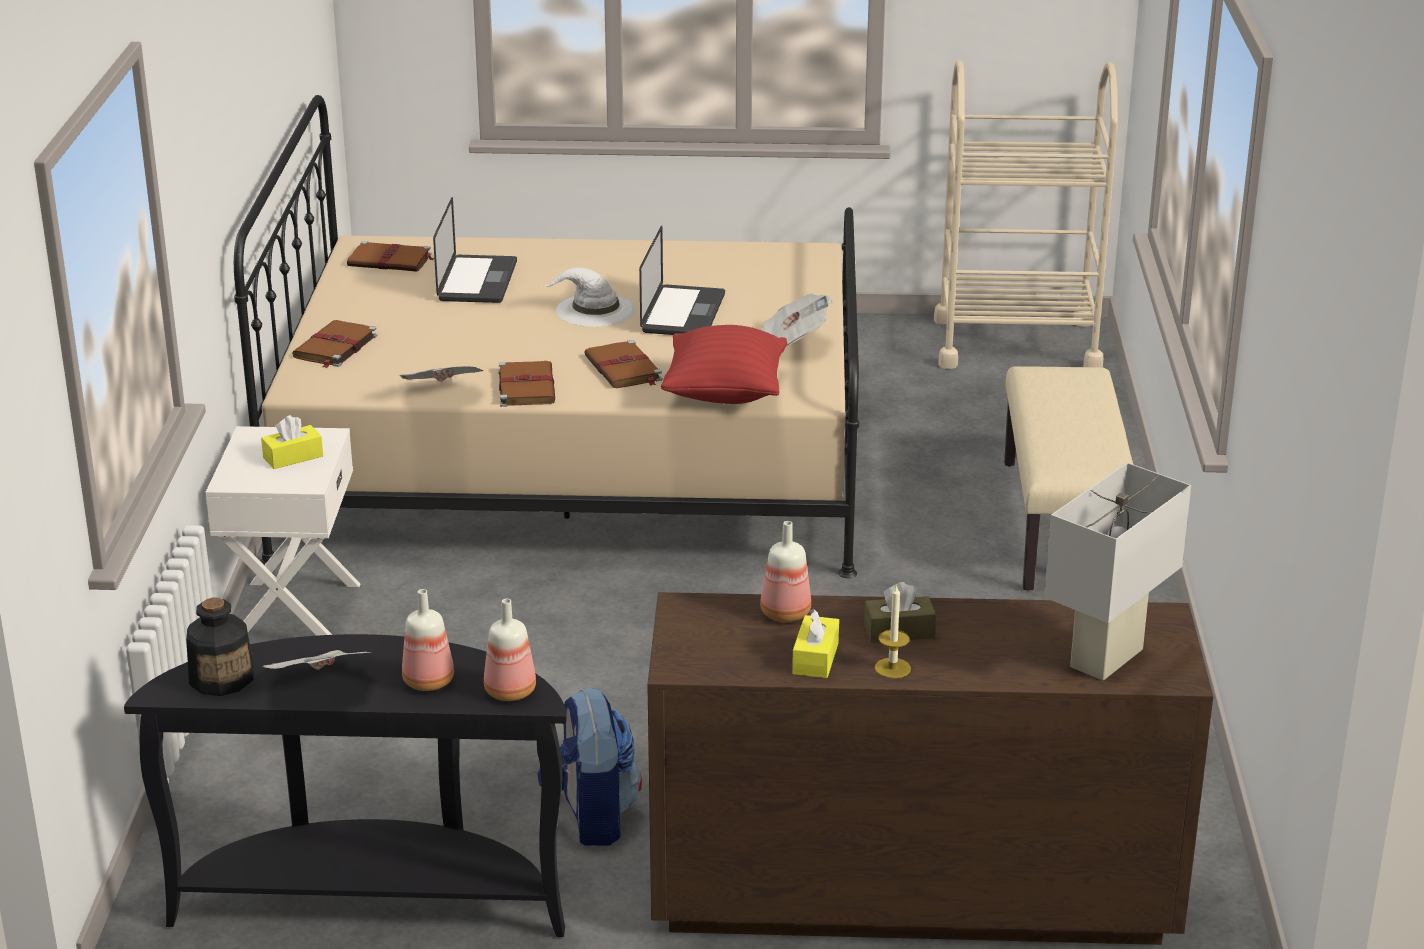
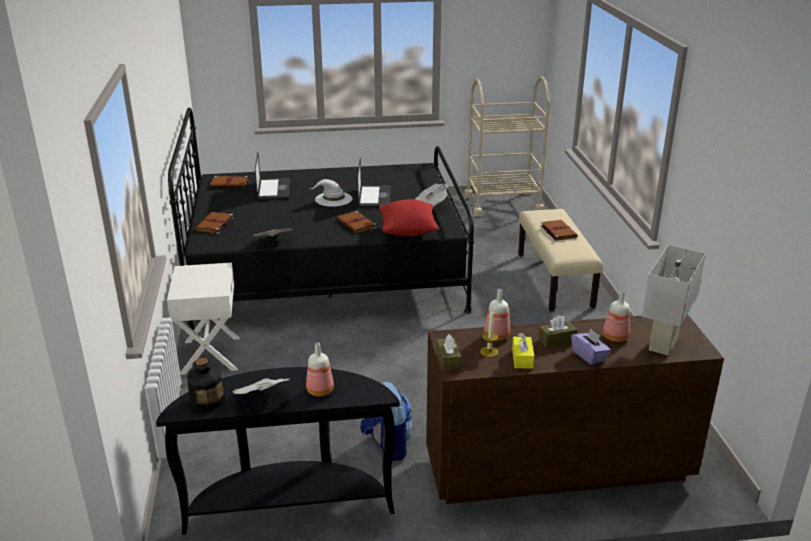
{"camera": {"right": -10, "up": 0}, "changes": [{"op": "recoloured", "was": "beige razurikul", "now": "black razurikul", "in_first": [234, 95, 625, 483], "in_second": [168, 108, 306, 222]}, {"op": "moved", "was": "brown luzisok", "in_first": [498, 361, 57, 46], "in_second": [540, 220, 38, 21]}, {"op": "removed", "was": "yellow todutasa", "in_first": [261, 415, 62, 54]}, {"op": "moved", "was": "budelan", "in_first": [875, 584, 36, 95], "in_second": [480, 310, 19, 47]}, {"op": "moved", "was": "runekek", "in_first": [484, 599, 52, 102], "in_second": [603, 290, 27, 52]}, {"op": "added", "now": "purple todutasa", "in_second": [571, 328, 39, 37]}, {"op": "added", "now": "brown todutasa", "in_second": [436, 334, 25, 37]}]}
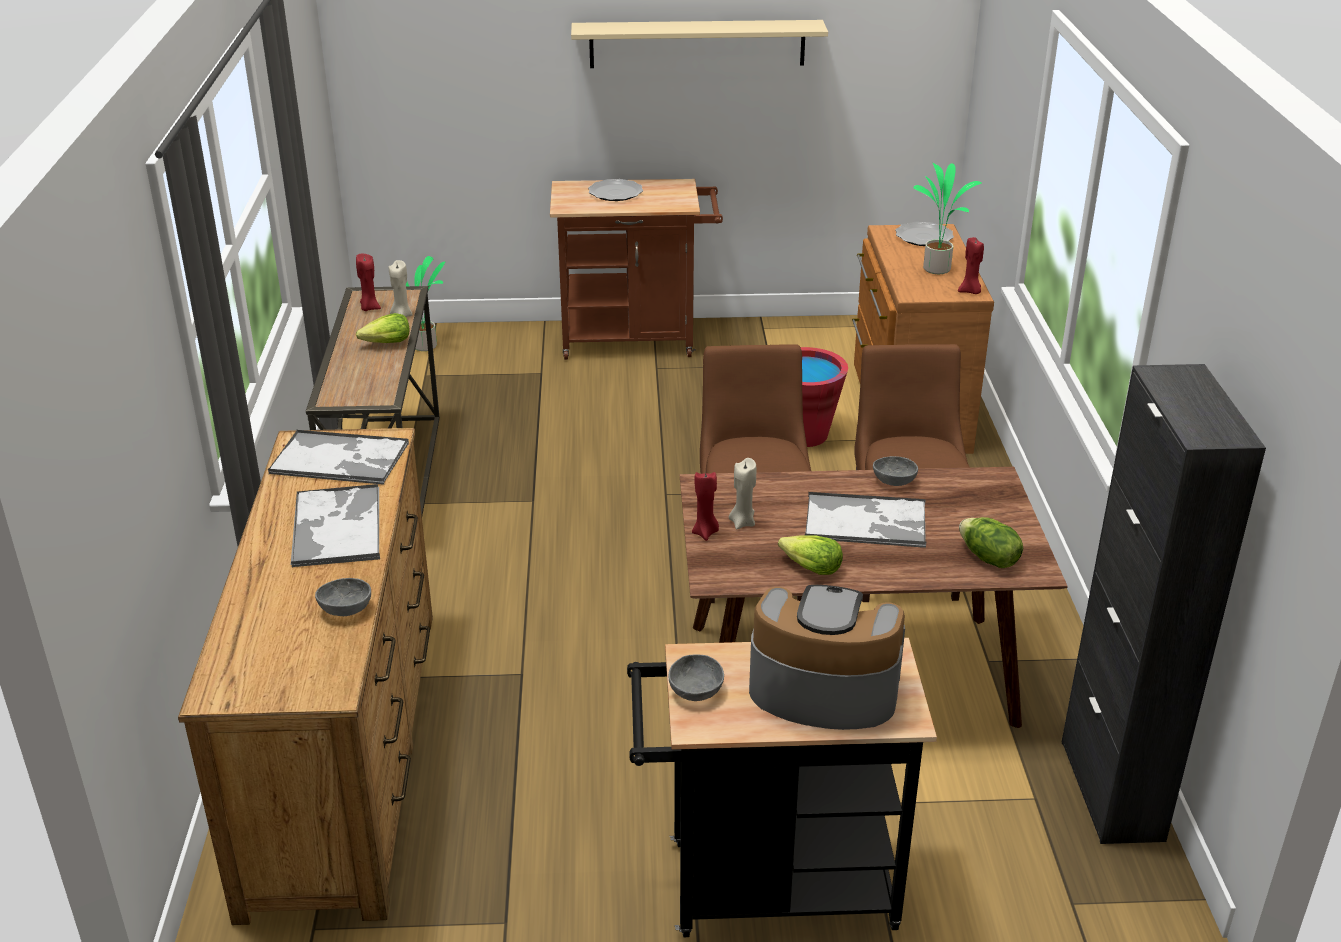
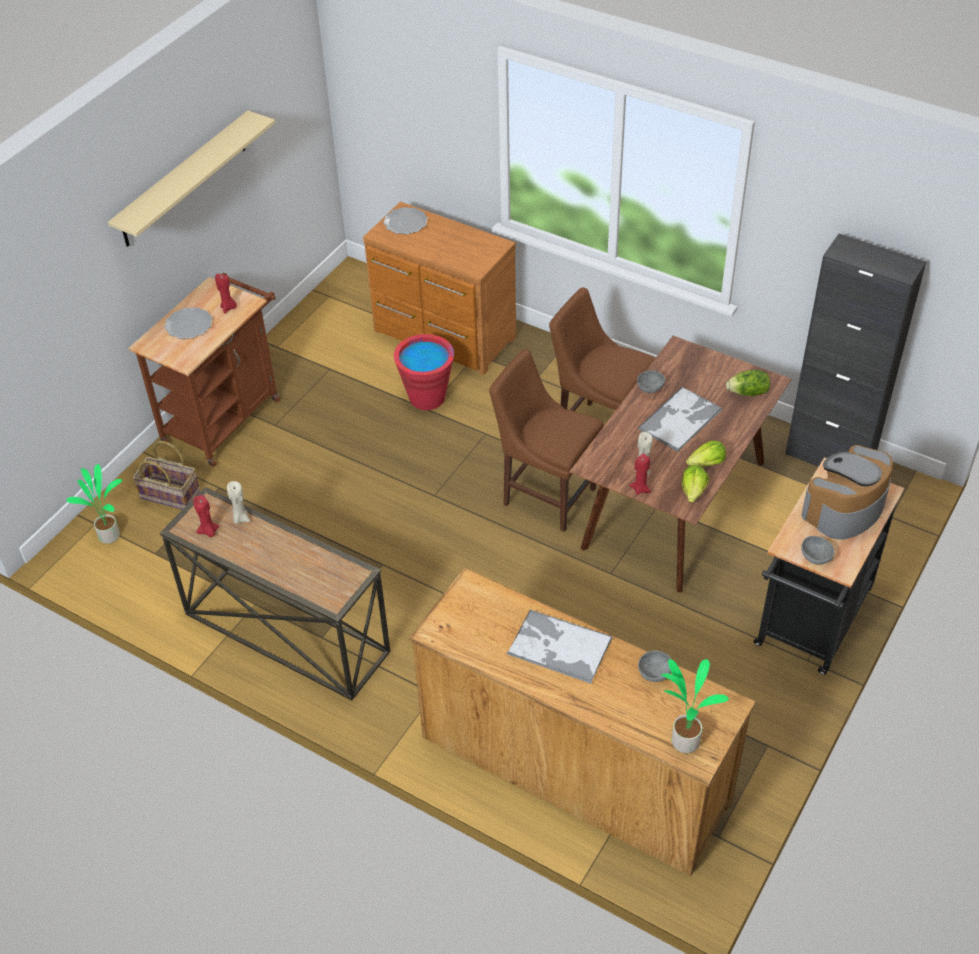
{"camera": {"right": -55, "up": 15}, "changes": [{"op": "moved", "was": "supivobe", "in_first": [913, 163, 69, 111], "in_second": [661, 659, 68, 94]}, {"op": "moved", "was": "red budelan", "in_first": [958, 237, 26, 57], "in_second": [215, 274, 22, 40]}, {"op": "moved", "was": "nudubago", "in_first": [356, 313, 54, 30], "in_second": [682, 465, 27, 37]}, {"op": "removed", "was": "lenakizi", "in_first": [268, 429, 141, 56]}, {"op": "added", "now": "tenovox", "in_second": [133, 441, 67, 68]}]}
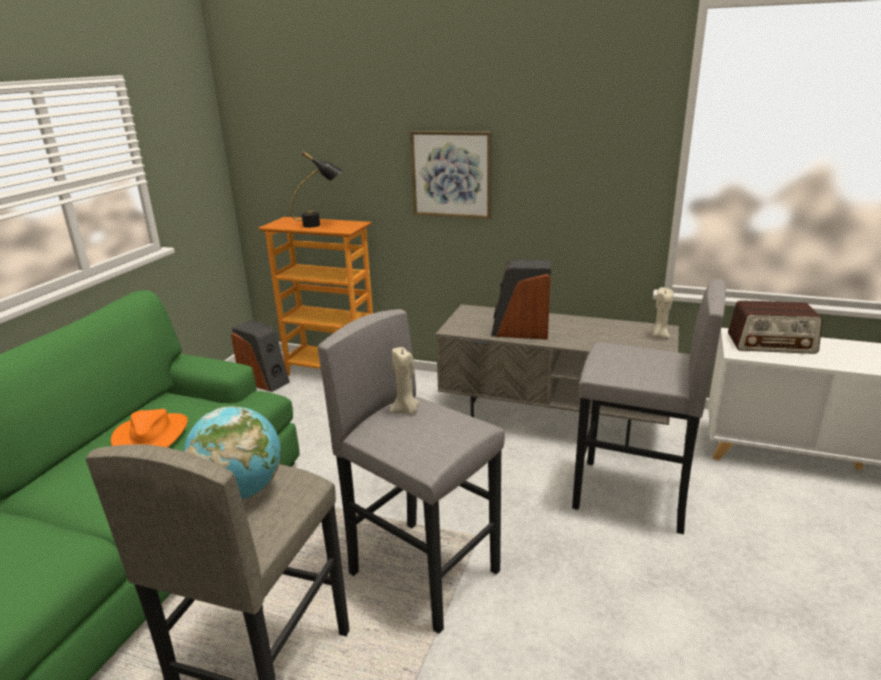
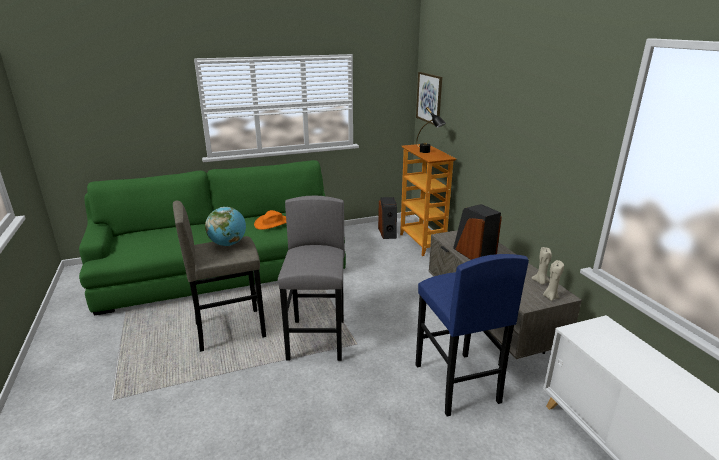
{"camera": {"right": 50, "up": 0}, "changes": [{"op": "moved", "was": "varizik", "in_first": [410, 131, 82, 88], "in_second": [416, 72, 26, 53]}, {"op": "recoloured", "was": "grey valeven", "now": "blue valeven", "in_first": [572, 278, 154, 256], "in_second": [416, 254, 113, 163]}, {"op": "removed", "was": "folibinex", "in_first": [728, 300, 94, 54]}, {"op": "moved", "was": "beige budelan", "in_first": [390, 347, 30, 67], "in_second": [531, 247, 21, 38]}]}
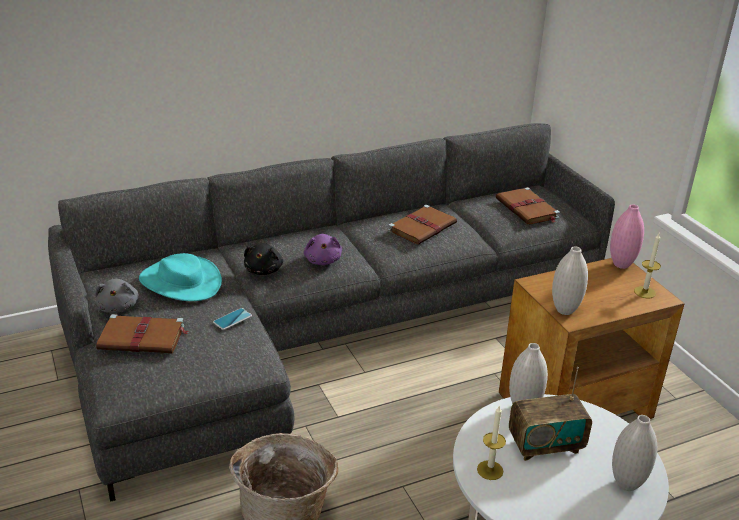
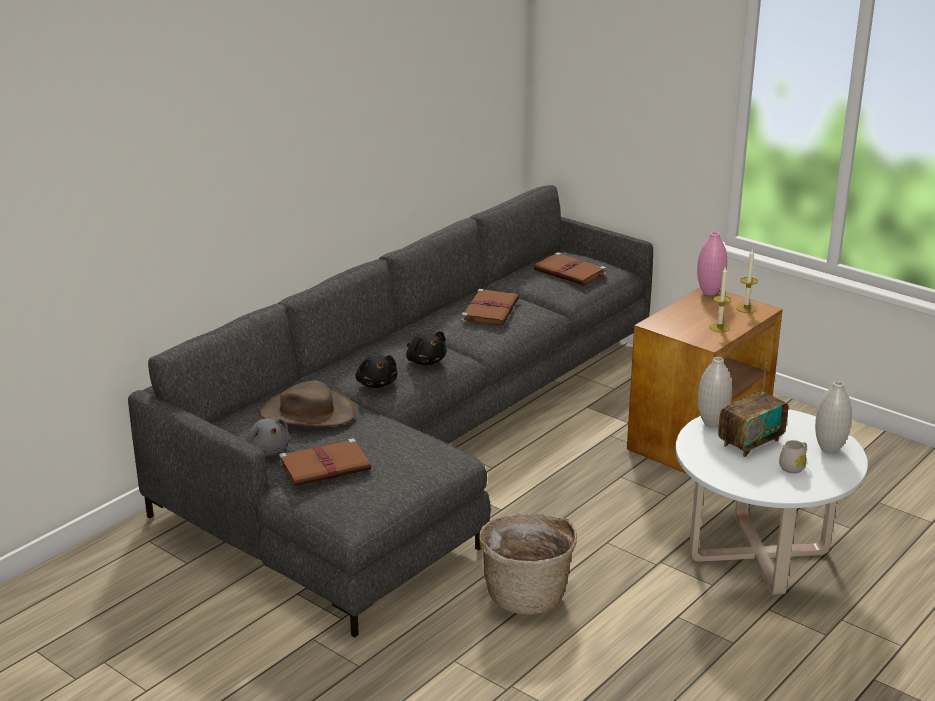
{"camera": {"right": -25, "up": -5}, "changes": [{"op": "recoloured", "was": "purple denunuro", "now": "black denunuro", "in_first": [304, 234, 38, 31], "in_second": [406, 332, 41, 33]}, {"op": "removed", "was": "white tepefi", "in_first": [552, 246, 36, 69]}, {"op": "recoloured", "was": "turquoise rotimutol", "now": "brown rotimutol", "in_first": [139, 253, 83, 48], "in_second": [259, 381, 97, 46]}, {"op": "removed", "was": "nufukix", "in_first": [213, 308, 39, 22]}, {"op": "moved", "was": "budelan", "in_first": [477, 405, 29, 75], "in_second": [709, 267, 22, 65]}, {"op": "added", "now": "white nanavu", "in_second": [779, 440, 28, 34]}]}
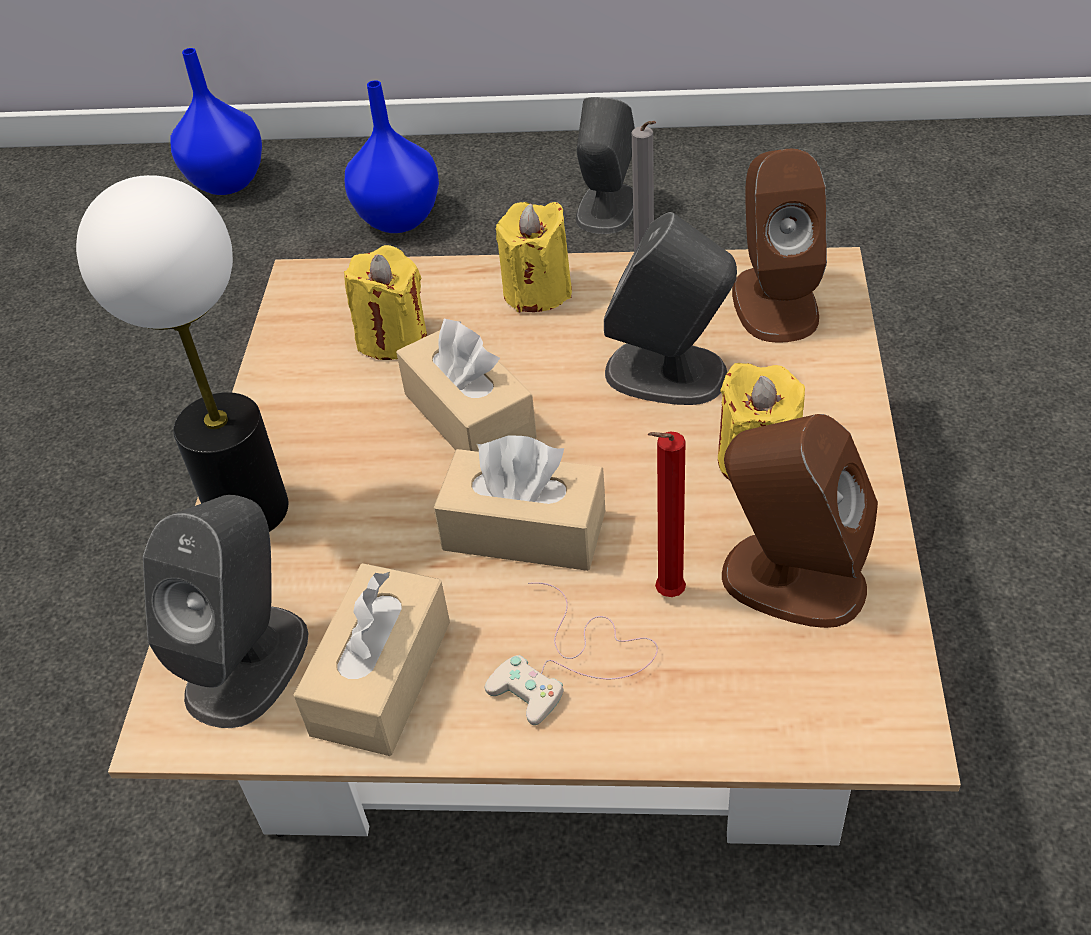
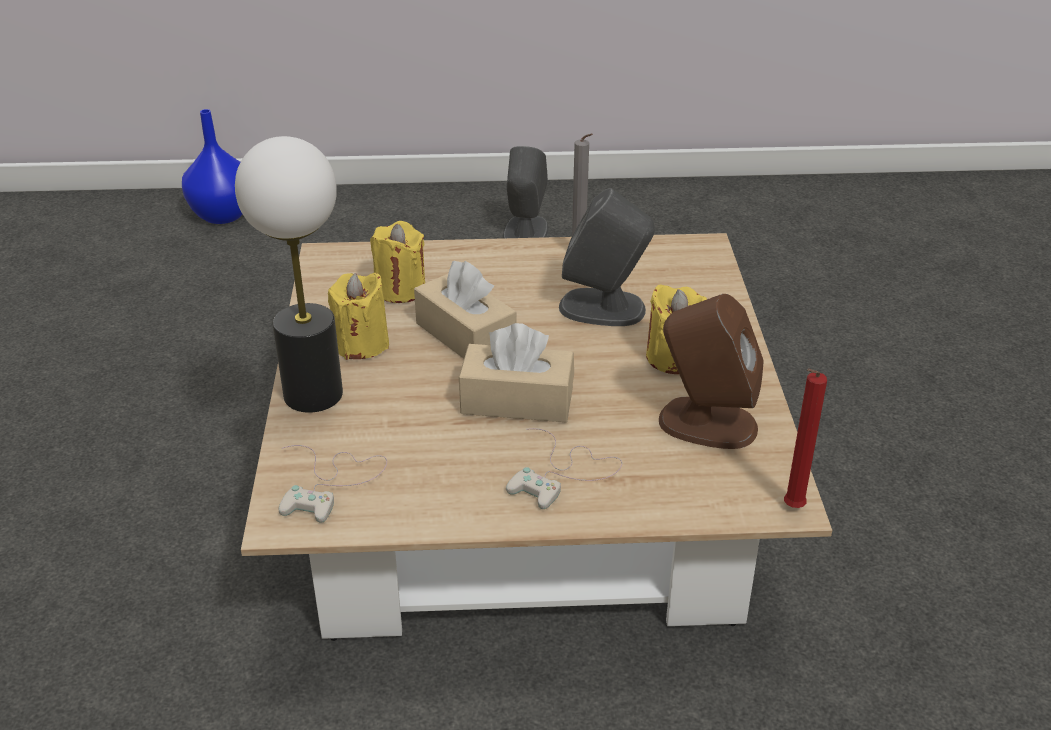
{"camera": {"right": -10, "up": -10}, "changes": [{"op": "removed", "was": "blue tepefi", "in_first": [345, 80, 94, 153]}, {"op": "removed", "was": "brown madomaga", "in_first": [732, 149, 95, 194]}, {"op": "moved", "was": "yellow budelan", "in_first": [496, 202, 76, 110], "in_second": [328, 273, 61, 87]}, {"op": "moved", "was": "red budelan", "in_first": [648, 431, 38, 166], "in_second": [784, 369, 43, 139]}, {"op": "replaced", "was": "grey madomaga", "now": "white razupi", "in_first": [143, 495, 165, 233], "in_second": [278, 445, 109, 78]}, {"op": "removed", "was": "beige todutasa", "in_first": [294, 563, 156, 193]}]}
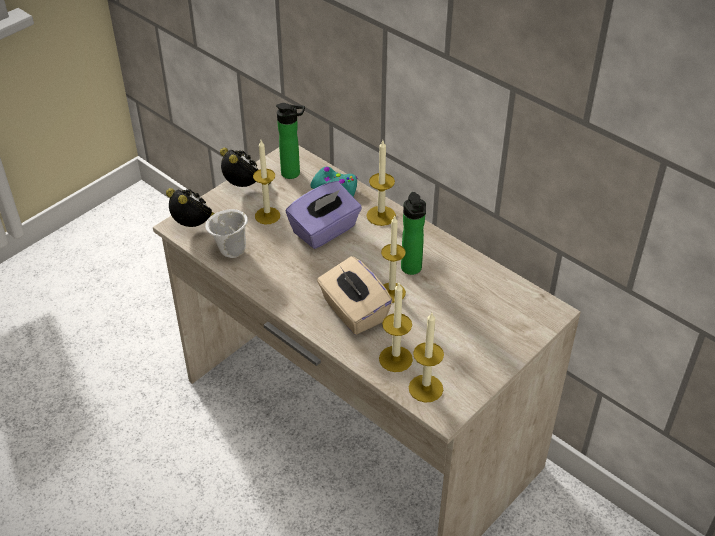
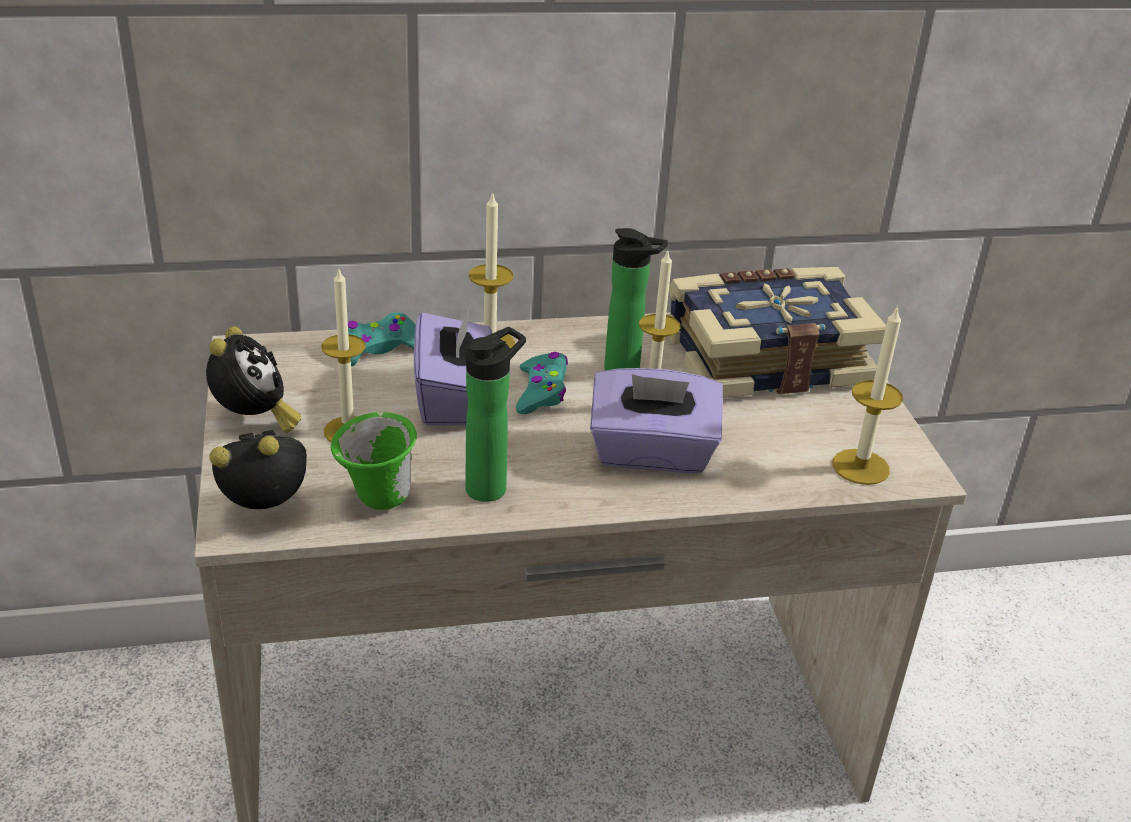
{"camera": {"right": -55, "up": -10}, "changes": [{"op": "moved", "was": "runekek", "in_first": [276, 103, 29, 76], "in_second": [465, 327, 61, 175]}, {"op": "turned", "was": "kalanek", "in_first": [220, 148, 51, 39], "in_second": [206, 326, 95, 107], "clockwise": 90}, {"op": "recoloured", "was": "white nanavu", "now": "green nanavu", "in_first": [205, 209, 43, 49], "in_second": [331, 412, 86, 98]}, {"op": "recoloured", "was": "beige todutasa", "now": "purple todutasa", "in_first": [317, 256, 75, 79], "in_second": [590, 368, 133, 105]}, {"op": "removed", "was": "budelan", "in_first": [379, 283, 34, 89]}, {"op": "added", "now": "luzisok", "in_second": [667, 267, 219, 131]}, {"op": "added", "now": "turquoise razupi", "in_second": [516, 352, 52, 62]}]}
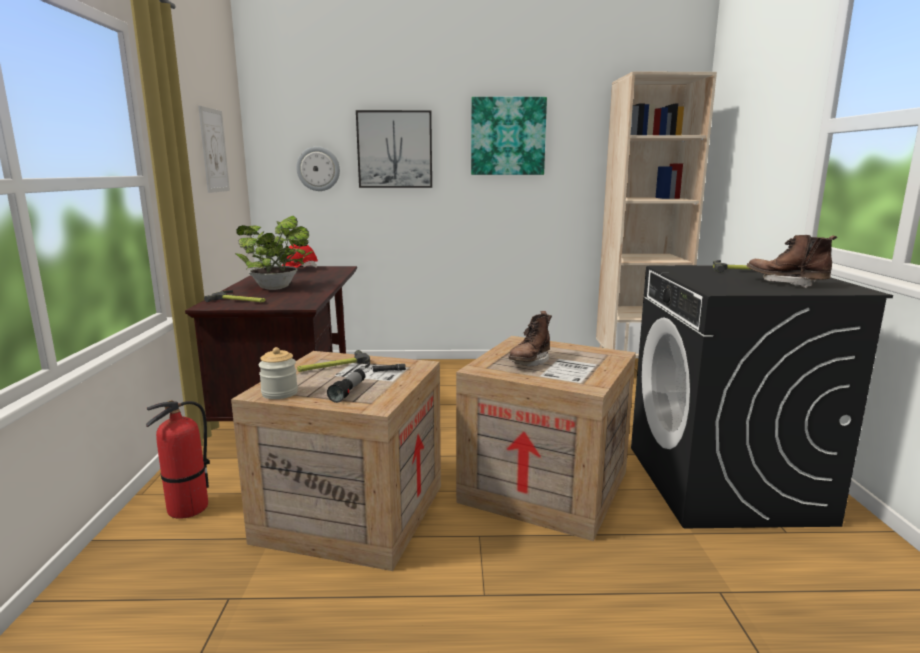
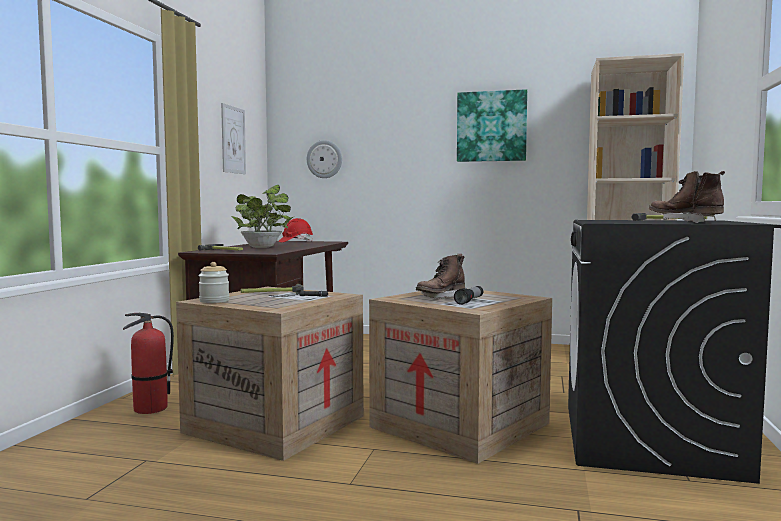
{"camera": {"right": 15, "up": -10}, "changes": [{"op": "removed", "was": "varizik", "in_first": [356, 110, 76, 78]}, {"op": "moved", "was": "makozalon", "in_first": [327, 369, 38, 34], "in_second": [454, 286, 29, 19]}]}
